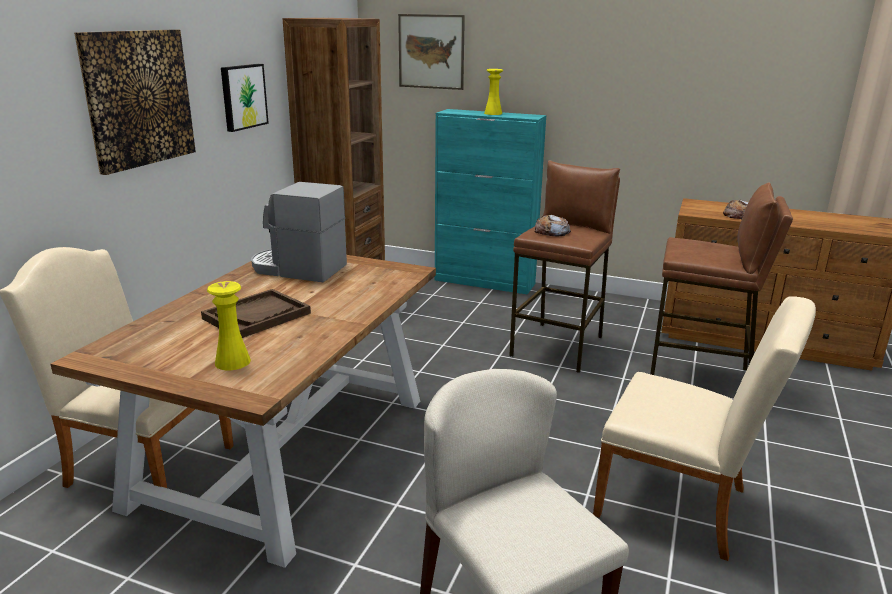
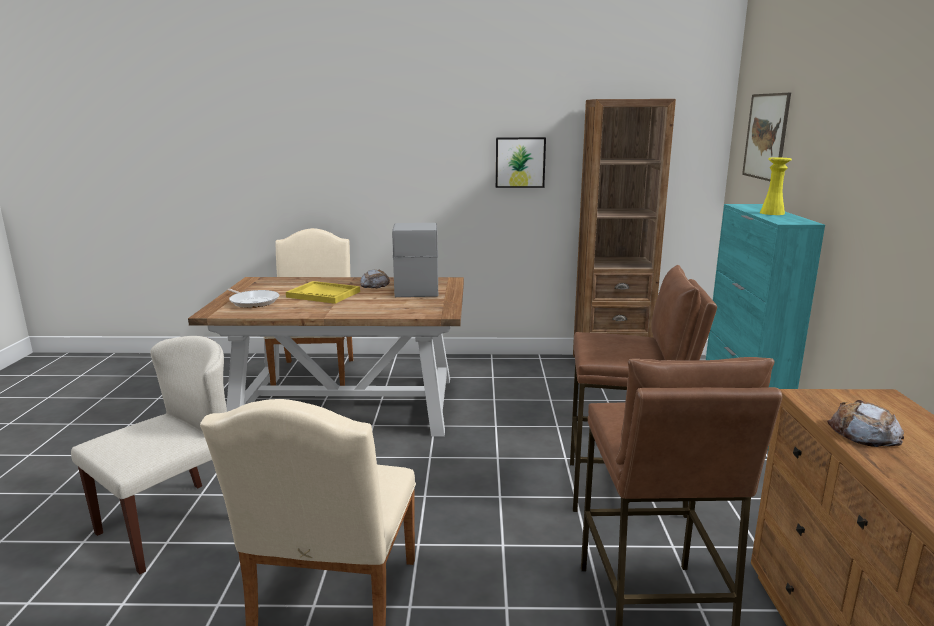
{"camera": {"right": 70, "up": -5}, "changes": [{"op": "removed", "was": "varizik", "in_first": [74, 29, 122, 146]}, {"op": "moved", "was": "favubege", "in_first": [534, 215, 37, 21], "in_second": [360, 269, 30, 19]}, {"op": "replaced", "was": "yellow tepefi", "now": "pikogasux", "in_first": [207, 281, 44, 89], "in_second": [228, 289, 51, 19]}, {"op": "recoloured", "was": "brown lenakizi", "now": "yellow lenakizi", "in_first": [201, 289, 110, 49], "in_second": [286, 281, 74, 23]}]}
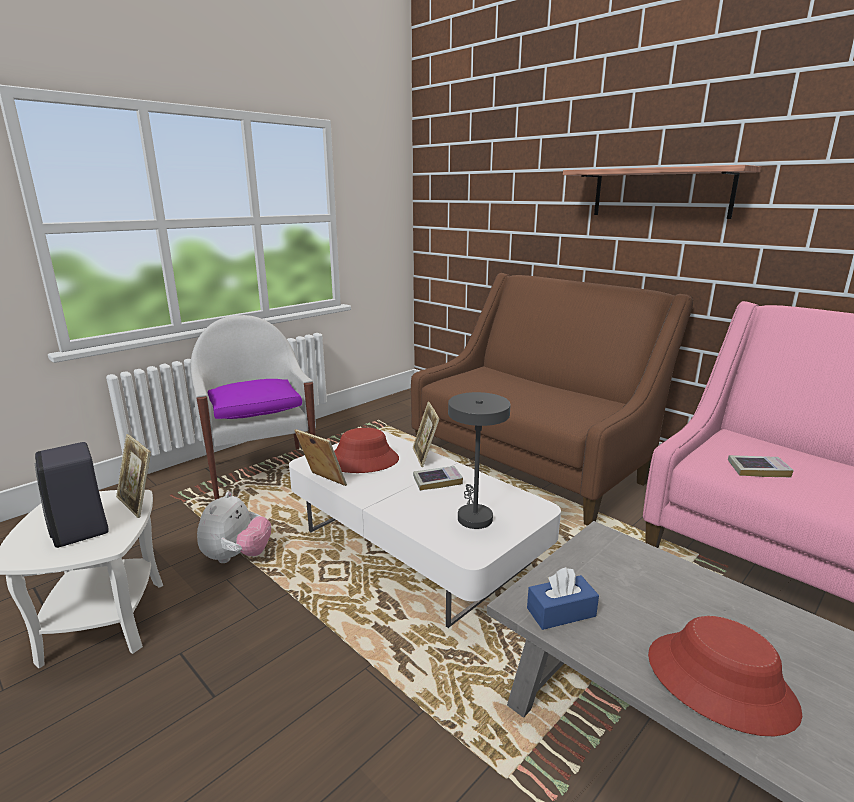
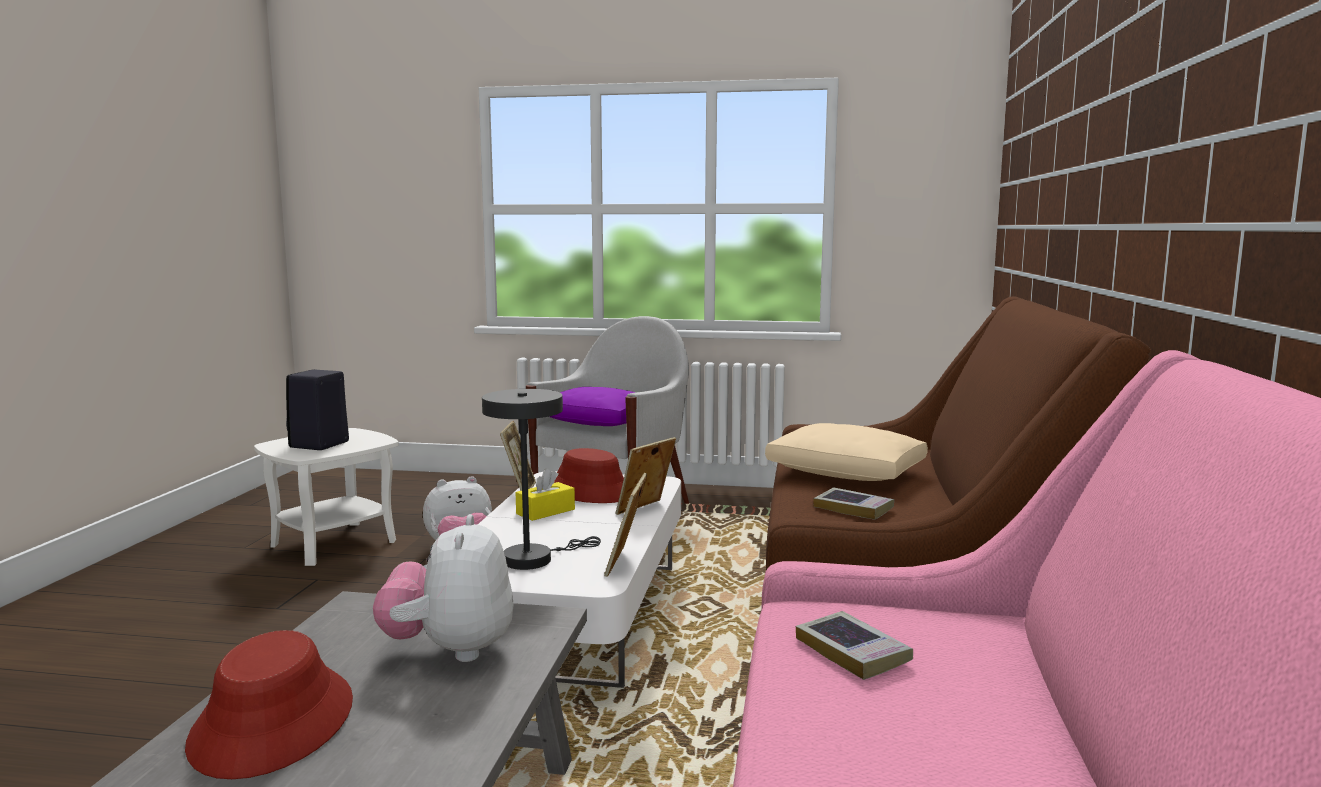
{"camera": {"right": 55, "up": -10}, "changes": [{"op": "removed", "was": "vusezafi", "in_first": [563, 165, 198, 54]}, {"op": "moved", "was": "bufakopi", "in_first": [116, 434, 35, 84], "in_second": [604, 473, 43, 104]}, {"op": "moved", "was": "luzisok", "in_first": [413, 466, 50, 25], "in_second": [813, 487, 81, 33]}, {"op": "removed", "was": "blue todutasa", "in_first": [527, 567, 72, 63]}, {"op": "added", "now": "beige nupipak", "in_second": [765, 423, 163, 58]}, {"op": "added", "now": "yellow todutasa", "in_second": [516, 468, 59, 53]}, {"op": "added", "now": "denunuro", "in_second": [373, 514, 141, 148]}]}
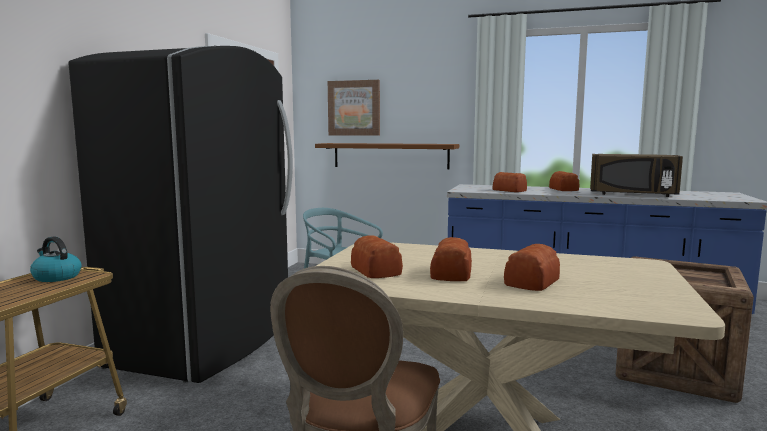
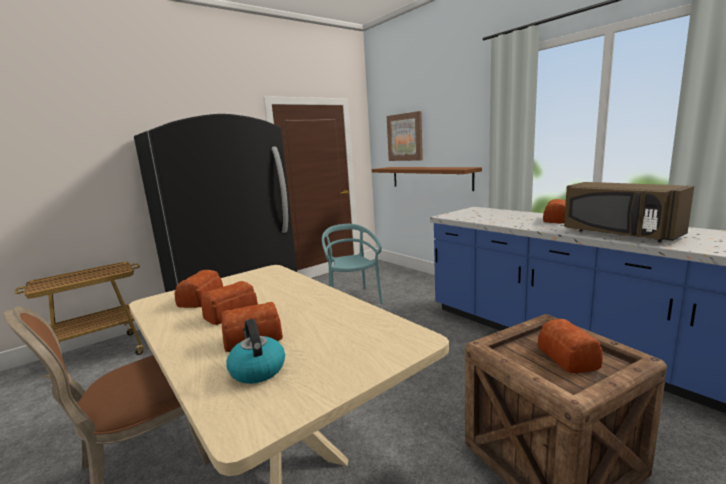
{"camera": {"right": 35, "up": 5}, "changes": [{"op": "moved", "was": "favubege", "in_first": [492, 172, 35, 20], "in_second": [537, 319, 66, 54]}, {"op": "moved", "was": "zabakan", "in_first": [30, 236, 52, 46], "in_second": [226, 319, 59, 65]}]}
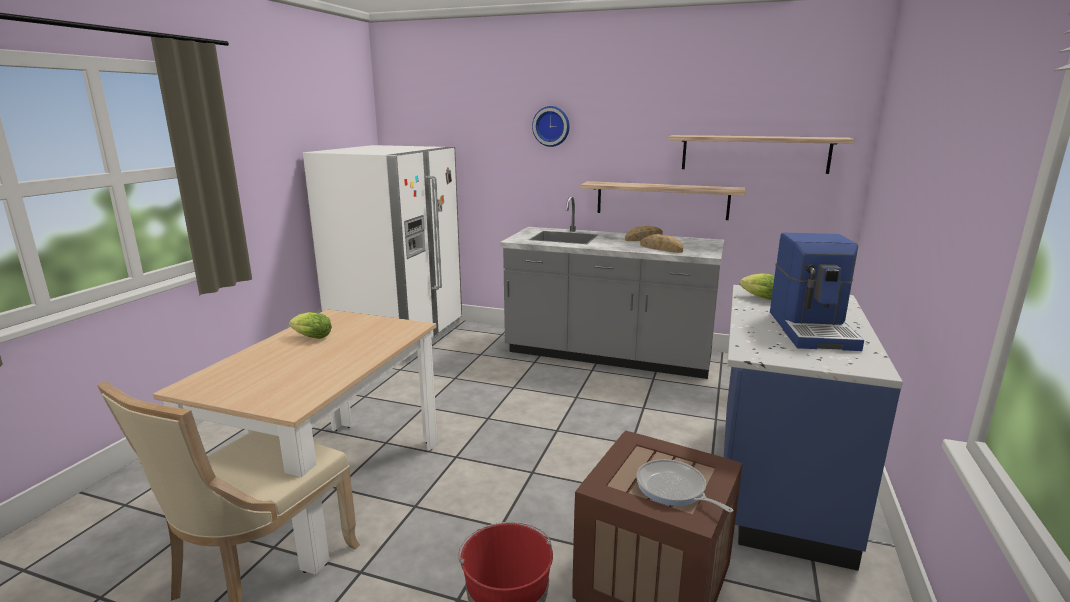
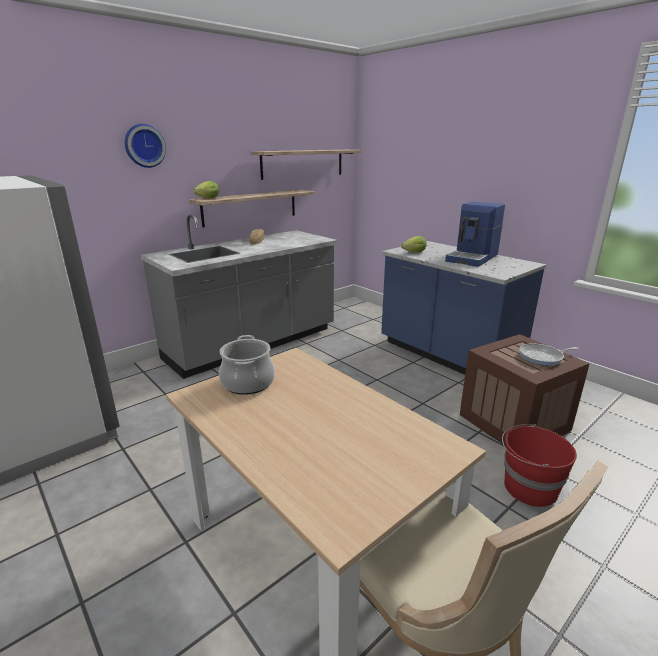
{"camera": {"right": -60, "up": 5}, "changes": [{"op": "turned", "was": "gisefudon", "in_first": [770, 233, 94, 118], "in_second": [445, 202, 60, 65], "clockwise": 90}, {"op": "removed", "was": "favubege", "in_first": [640, 234, 43, 19]}, {"op": "moved", "was": "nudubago", "in_first": [289, 312, 43, 27], "in_second": [193, 181, 26, 17]}, {"op": "added", "now": "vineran", "in_second": [219, 335, 56, 60]}]}
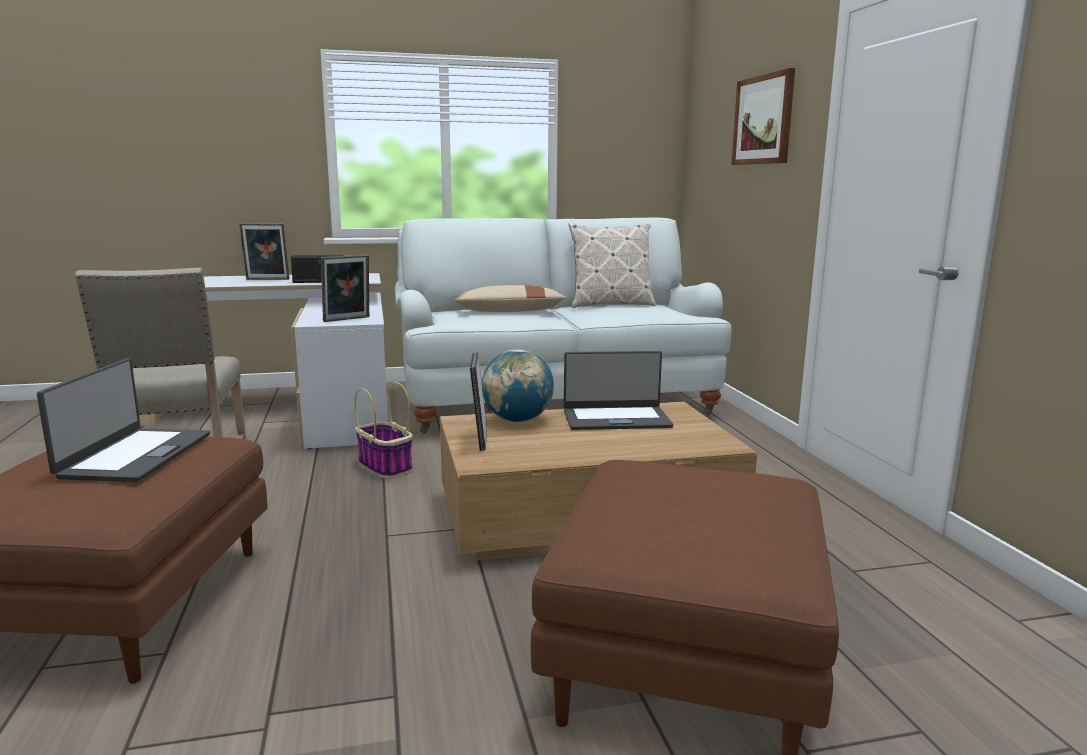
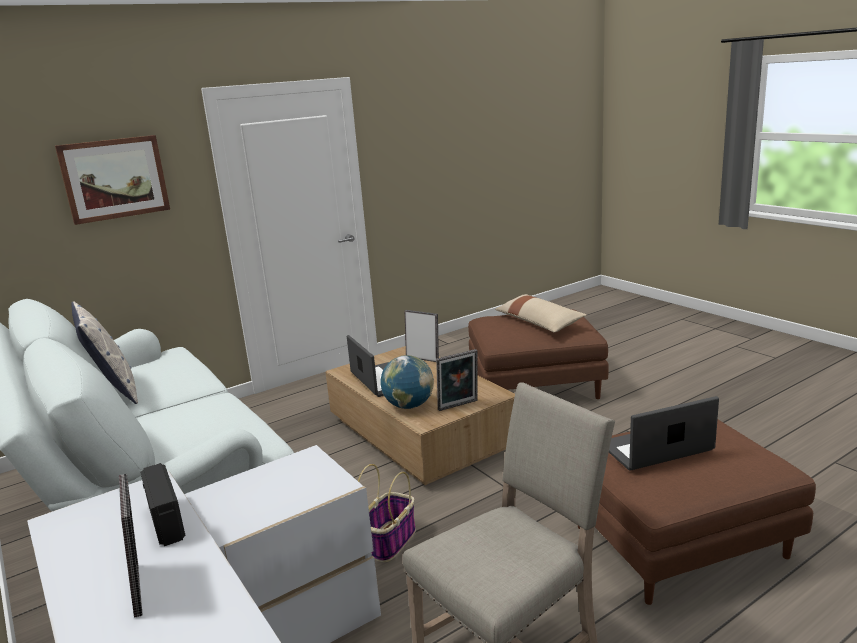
{"camera": {"right": -110, "up": 5}, "changes": [{"op": "moved", "was": "bufakopi", "in_first": [321, 255, 48, 67], "in_second": [405, 310, 34, 52]}, {"op": "moved", "was": "beige nupipak", "in_first": [454, 285, 113, 27], "in_second": [495, 294, 91, 39]}]}
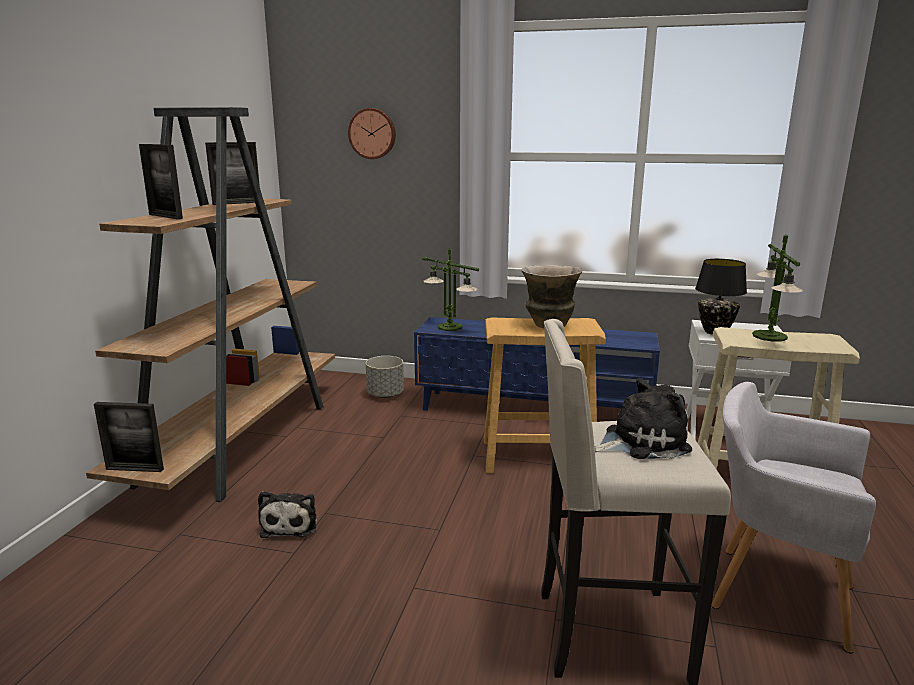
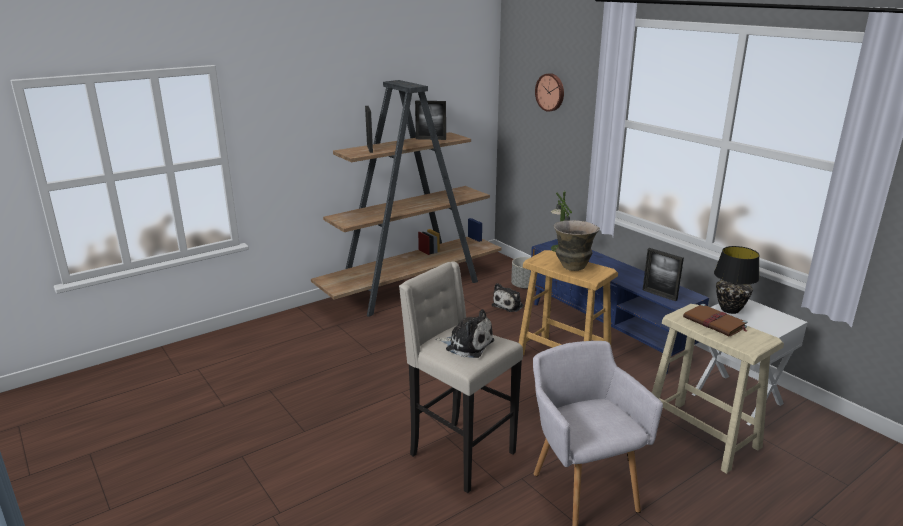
{"camera": {"right": 40, "up": 5}, "changes": [{"op": "replaced", "was": "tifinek", "now": "brown luzisok", "in_first": [752, 235, 51, 107], "in_second": [683, 304, 65, 32]}, {"op": "moved", "was": "bufakopi", "in_first": [94, 402, 70, 70], "in_second": [643, 248, 41, 53]}, {"op": "moved", "was": "denunuro", "in_first": [258, 491, 59, 47], "in_second": [492, 283, 32, 29]}]}
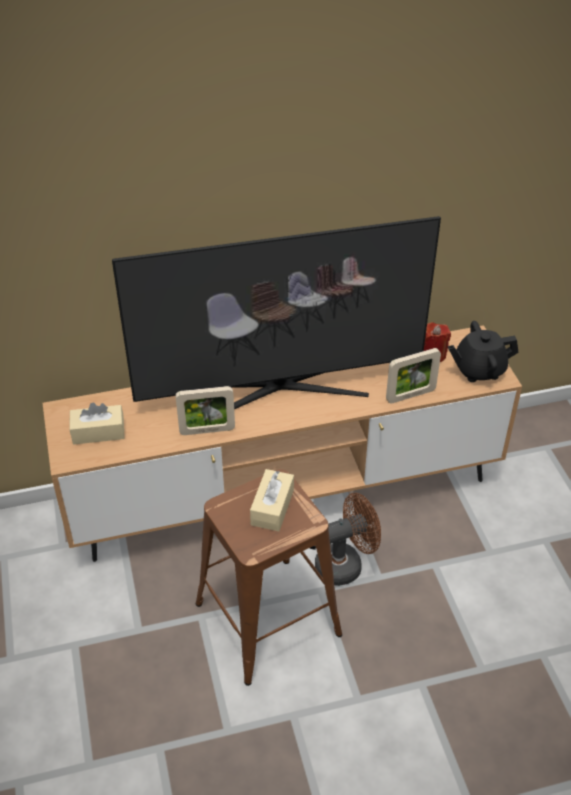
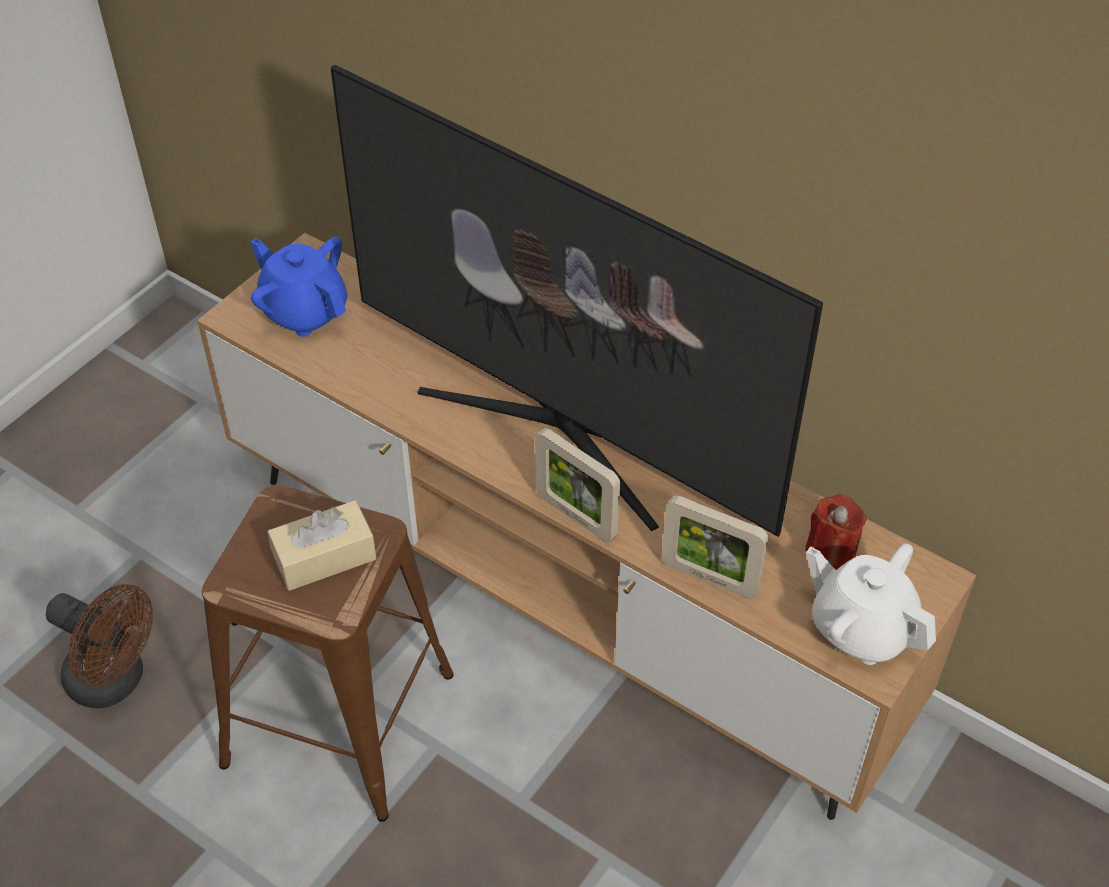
{"camera": {"right": 50, "up": 5}, "changes": [{"op": "recoloured", "was": "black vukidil", "now": "white vukidil", "in_first": [448, 321, 71, 61], "in_second": [806, 543, 130, 122]}, {"op": "moved", "was": "bufakopi", "in_first": [175, 386, 60, 49], "in_second": [535, 428, 85, 115]}, {"op": "replaced", "was": "beige todutasa", "now": "blue vukidil", "in_first": [70, 403, 55, 42], "in_second": [250, 237, 97, 100]}, {"op": "moved", "was": "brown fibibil", "in_first": [315, 493, 66, 93], "in_second": [46, 584, 107, 125]}]}
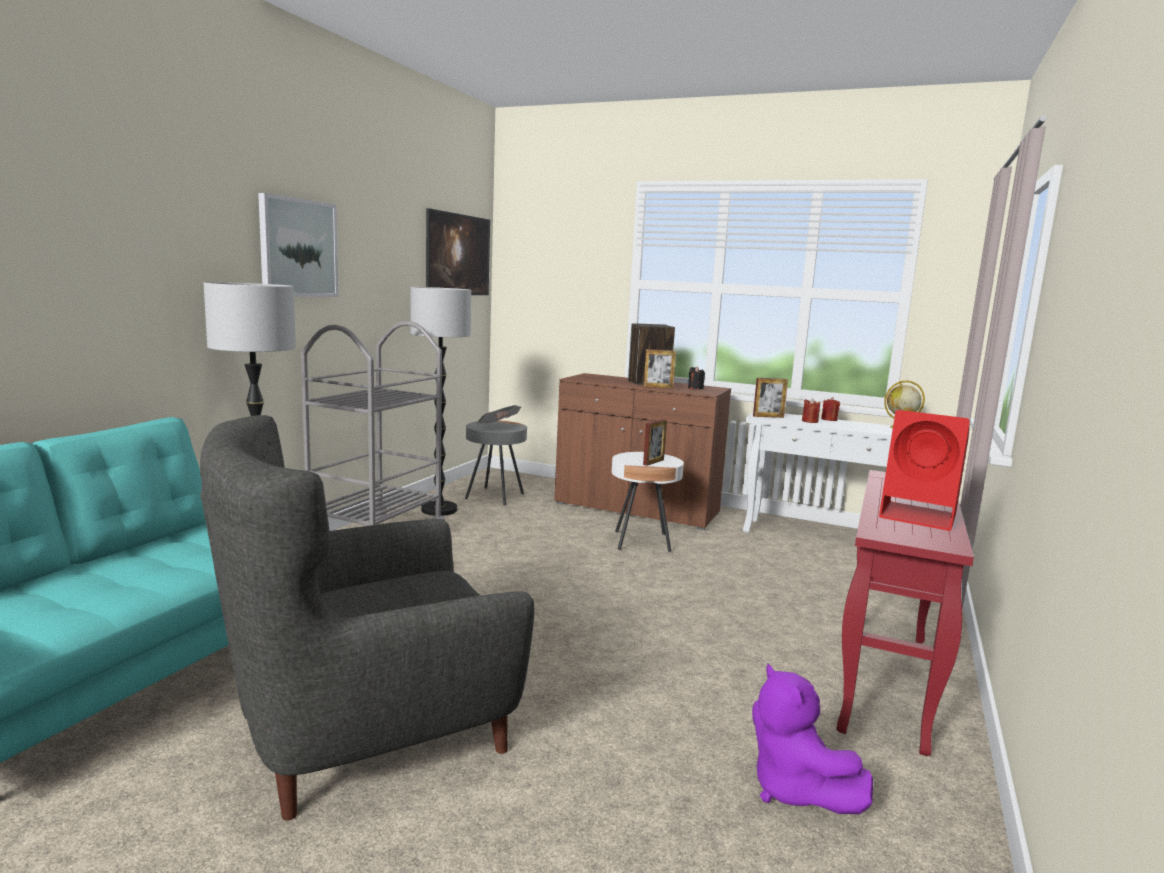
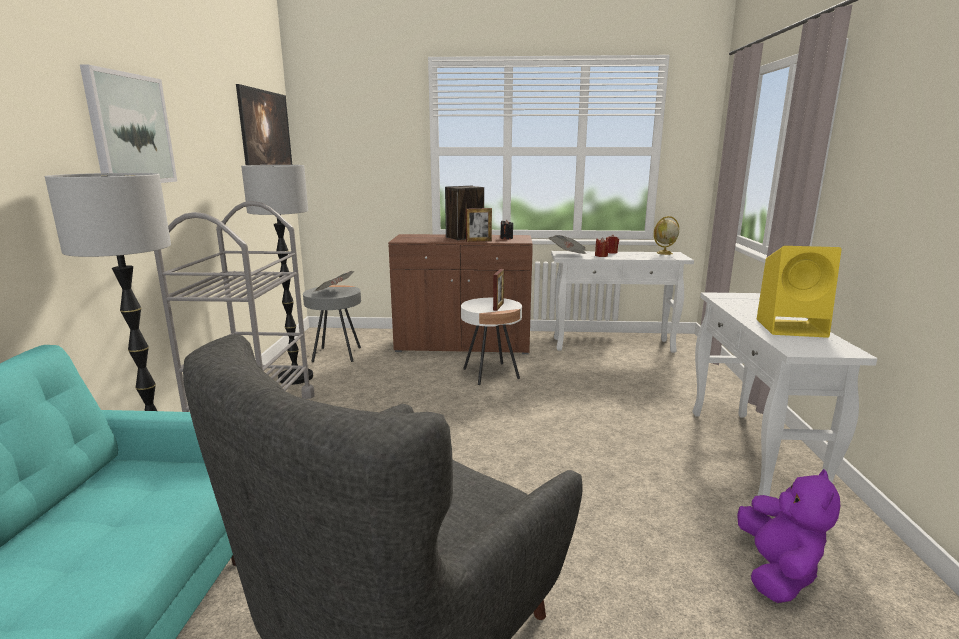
{"camera": {"right": -20, "up": 5}, "changes": [{"op": "replaced", "was": "bufakopi", "now": "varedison", "in_first": [753, 378, 35, 40], "in_second": [549, 235, 38, 19]}, {"op": "recoloured", "was": "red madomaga", "now": "yellow madomaga", "in_first": [879, 410, 91, 121], "in_second": [757, 246, 85, 92]}, {"op": "recoloured", "was": "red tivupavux", "now": "white tivupavux", "in_first": [836, 470, 138, 286], "in_second": [693, 292, 185, 204]}, {"op": "turned", "was": "purple denunuro", "in_first": [752, 664, 121, 150], "in_second": [737, 469, 103, 134], "clockwise": -120}]}
